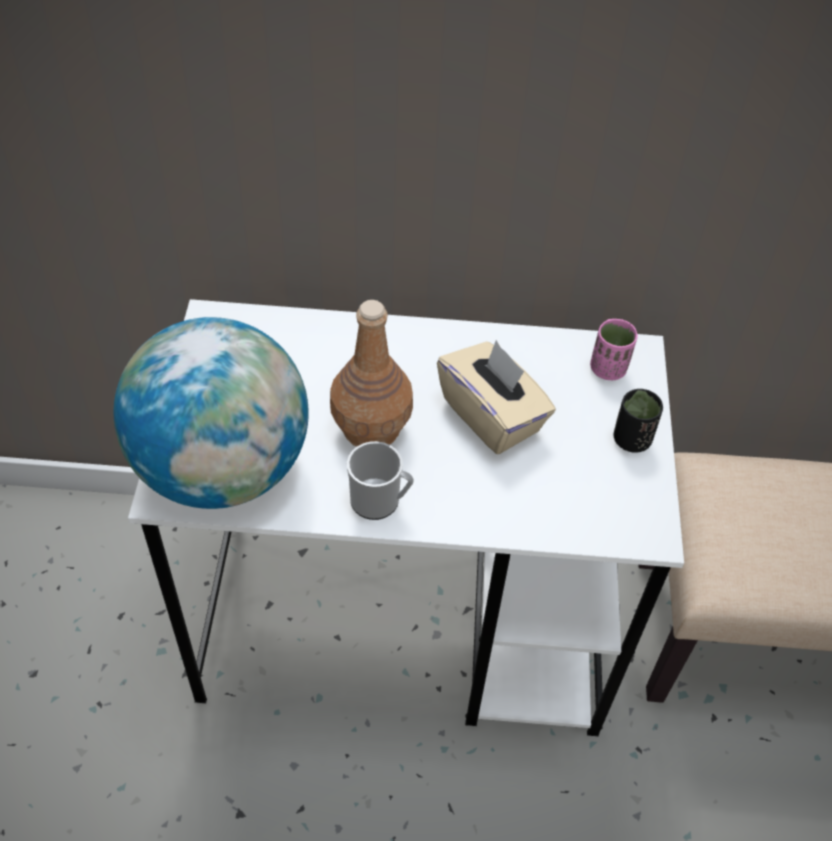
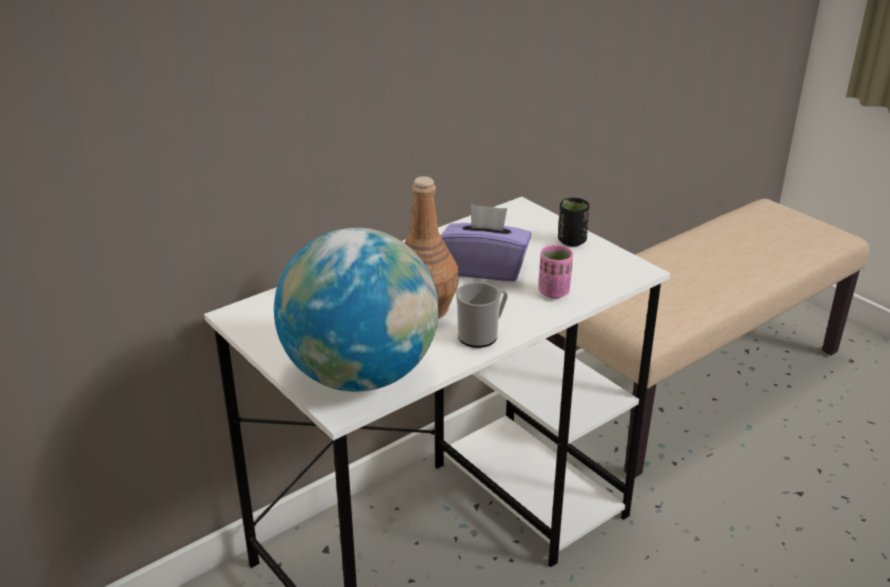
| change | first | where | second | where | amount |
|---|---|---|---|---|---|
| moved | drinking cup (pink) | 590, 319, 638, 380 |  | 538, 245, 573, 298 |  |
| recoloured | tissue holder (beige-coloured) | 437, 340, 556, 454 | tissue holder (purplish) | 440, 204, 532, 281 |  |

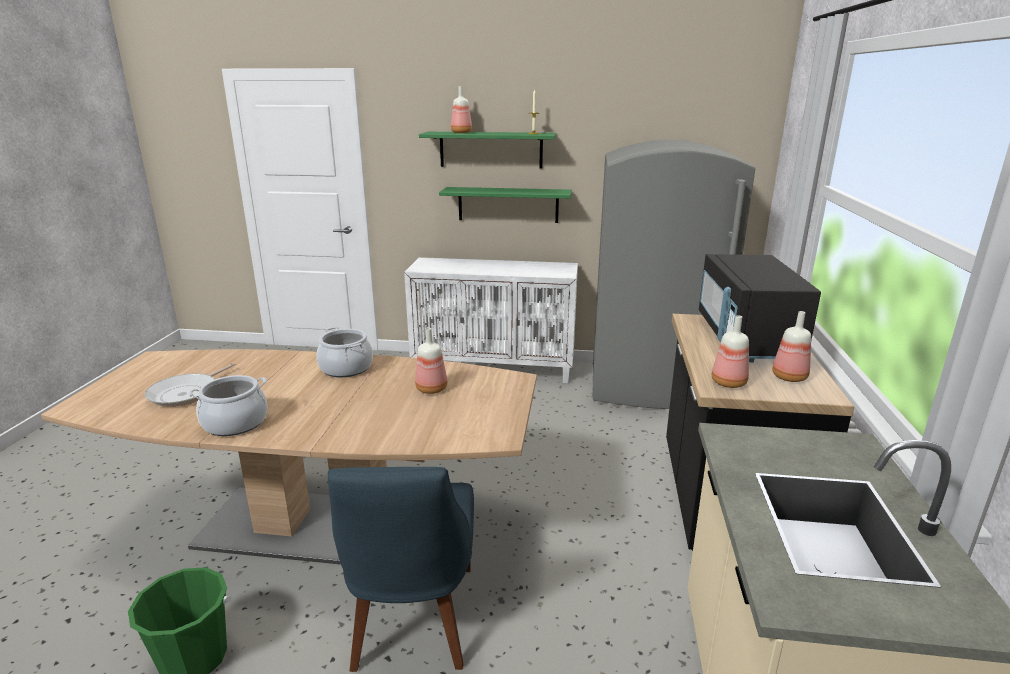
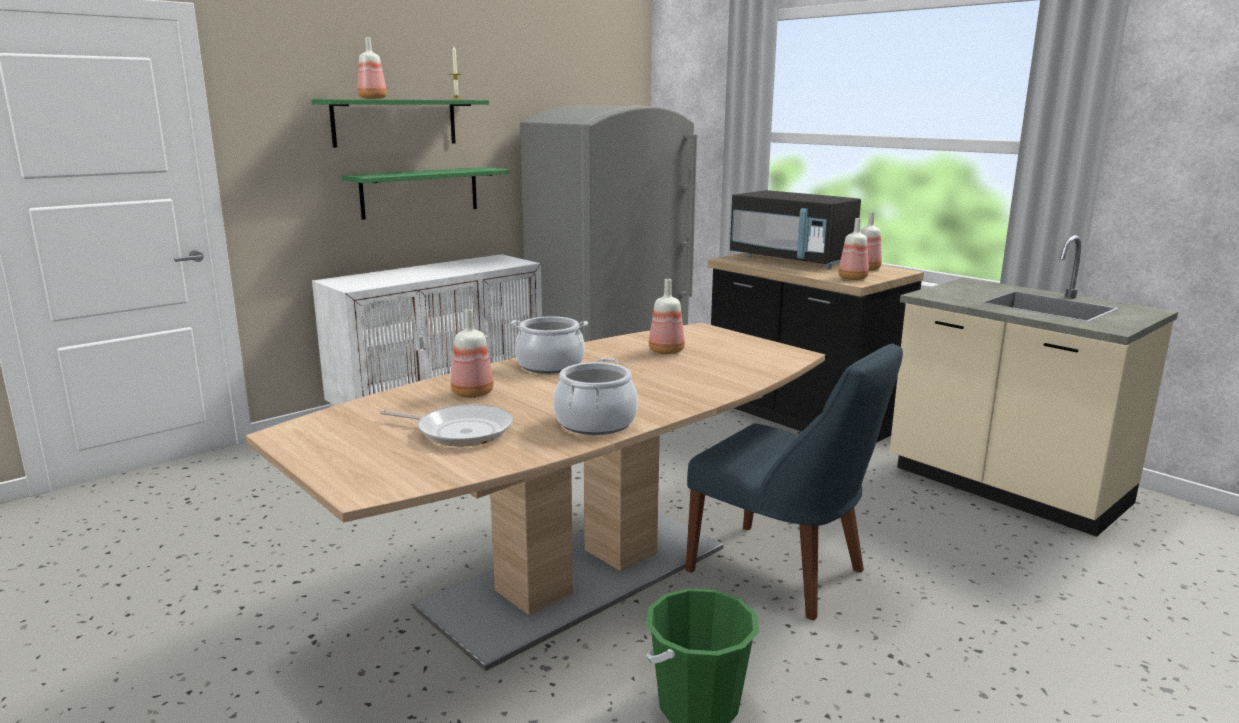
| change | first | where | second | where | amount |
|---|---|---|---|---|---|
| turned | frying pan | 145, 363, 236, 407 |  | 380, 404, 513, 446 | 45 degrees counterclockwise |
| added |  |  | drink bottle | 451, 309, 493, 398 |  |

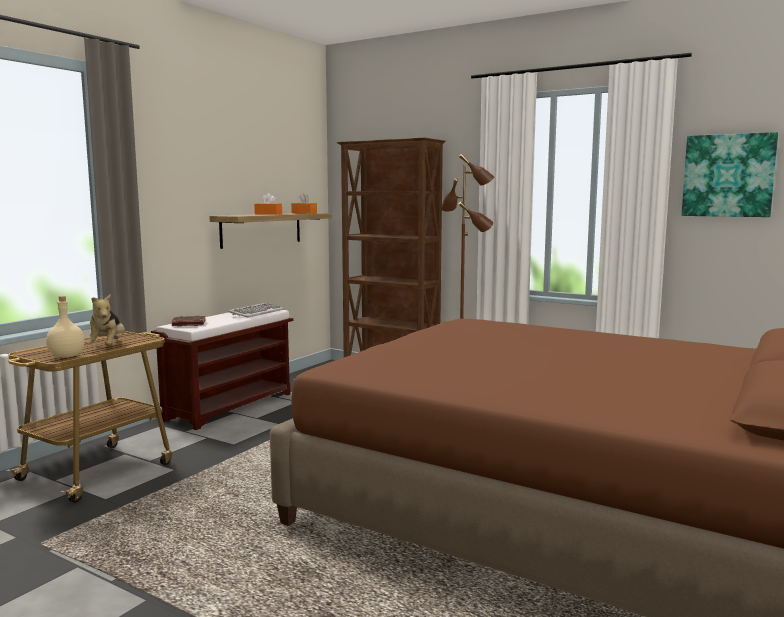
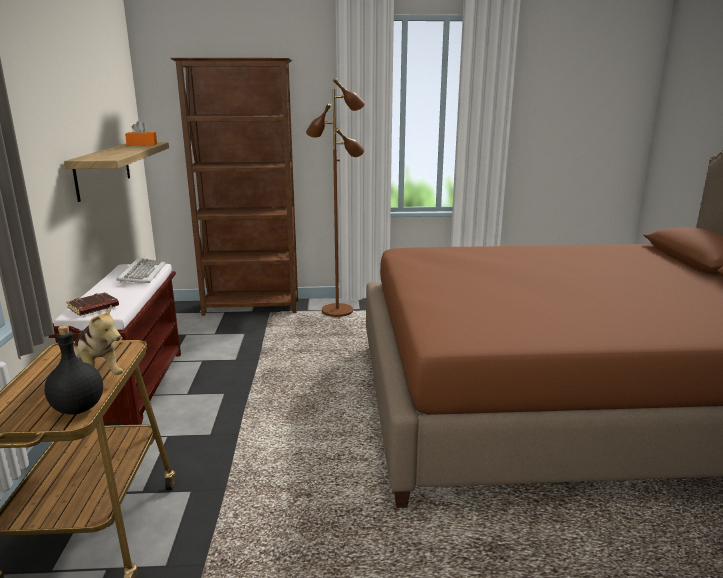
| change | first | where | second | where | amount |
|---|---|---|---|---|---|
| removed | picture | 682, 132, 778, 217 |  |  |  |
| removed | tissue holder (orange-coloured) | 254, 193, 282, 215 |  |  |  |
| recoloured | drink bottle (beige-coloured) | 46, 296, 85, 358 | drink bottle (black) | 44, 325, 103, 415 |  |

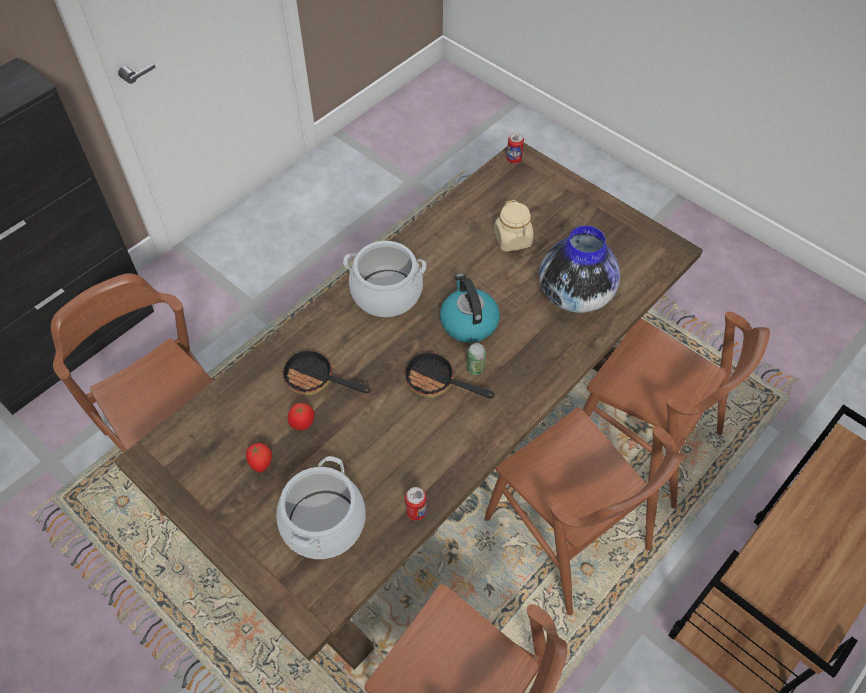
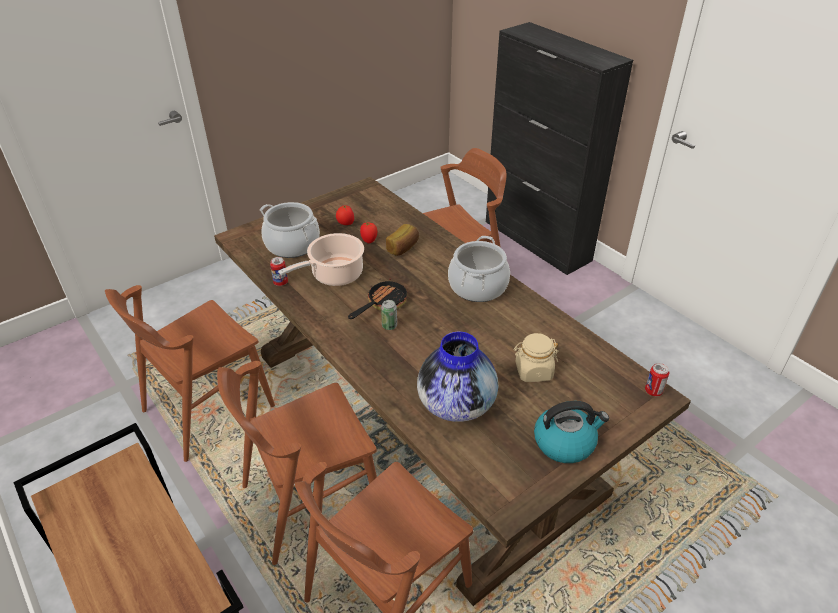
| change | first | where | second | where | amount |
|---|---|---|---|---|---|
| moved | tea kettle | 440, 273, 500, 343 |  | 534, 401, 609, 463 |  |
| replaced | frying pan | 280, 349, 371, 395 | bread | 386, 224, 419, 256 |  |
| added |  |  | cooking pot | 278, 233, 364, 286 |  |

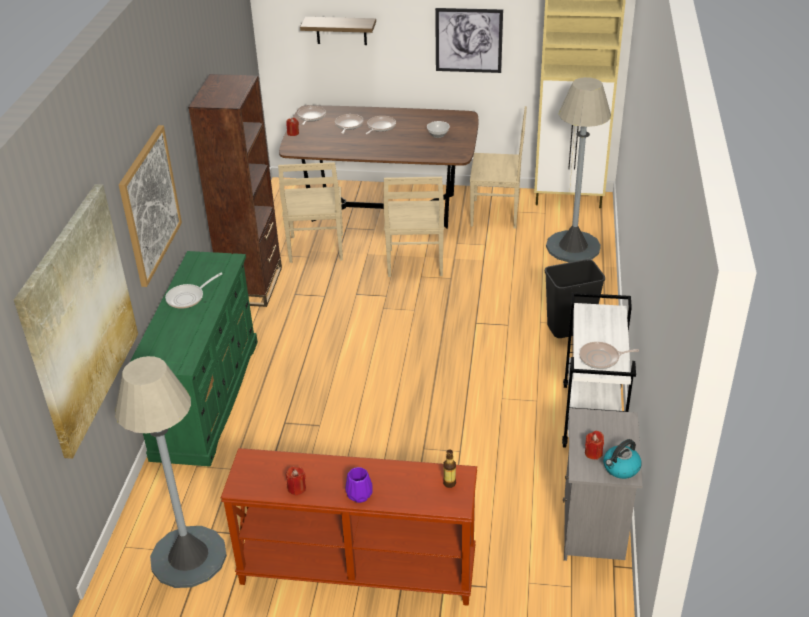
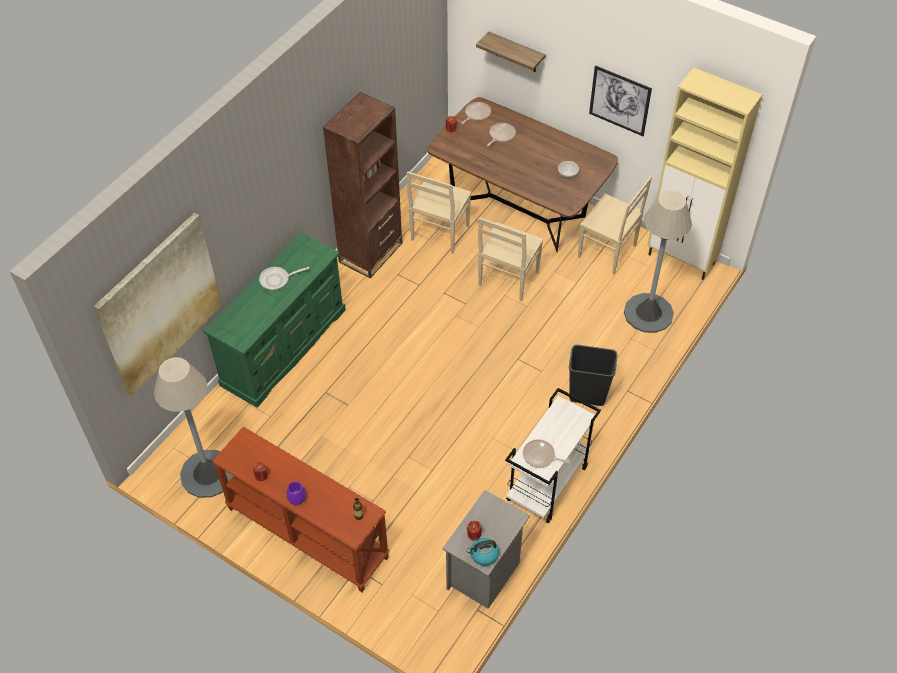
| change | first | where | second | where | amount |
|---|---|---|---|---|---|
| removed | frying pan | 366, 116, 396, 134 |  |  |  |
| removed | picture | 119, 125, 182, 287 |  |  |  |

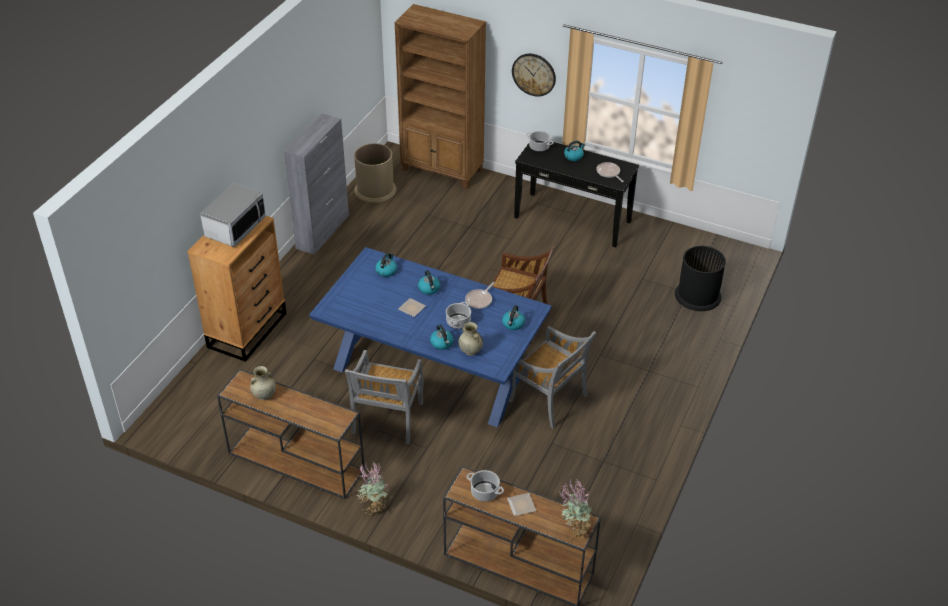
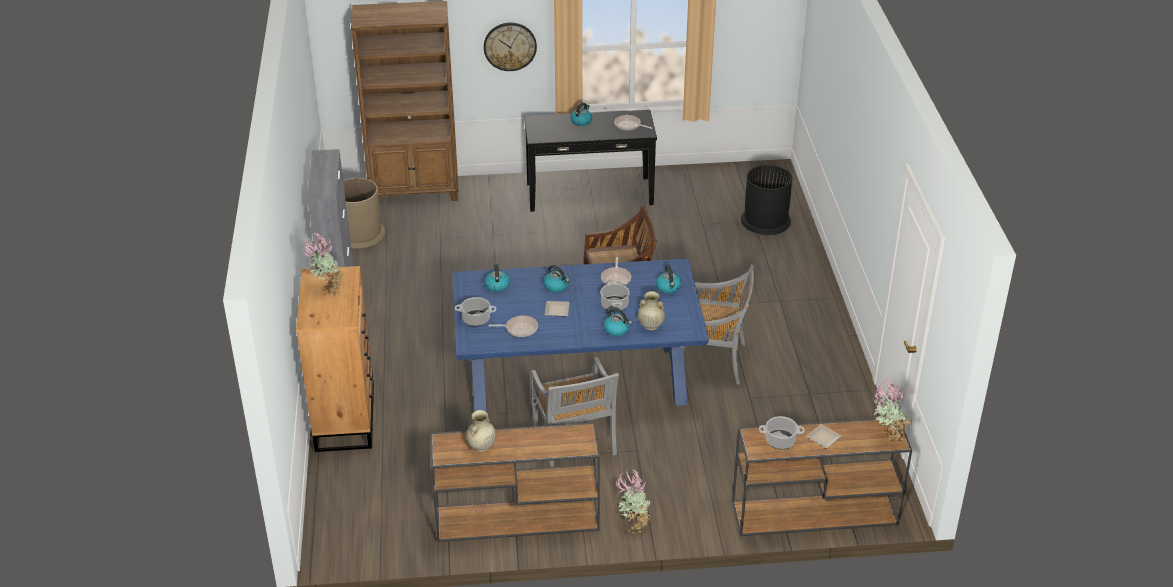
| change | first | where | second | where | amount |
|---|---|---|---|---|---|
| moved | cooking pot | 526, 131, 553, 152 |  | 455, 297, 497, 326 |  |
| replaced | kitchen microwave | 200, 183, 266, 247 | houseplant | 302, 233, 345, 296 |  |
| added |  |  | frying pan | 488, 315, 538, 337 |  |

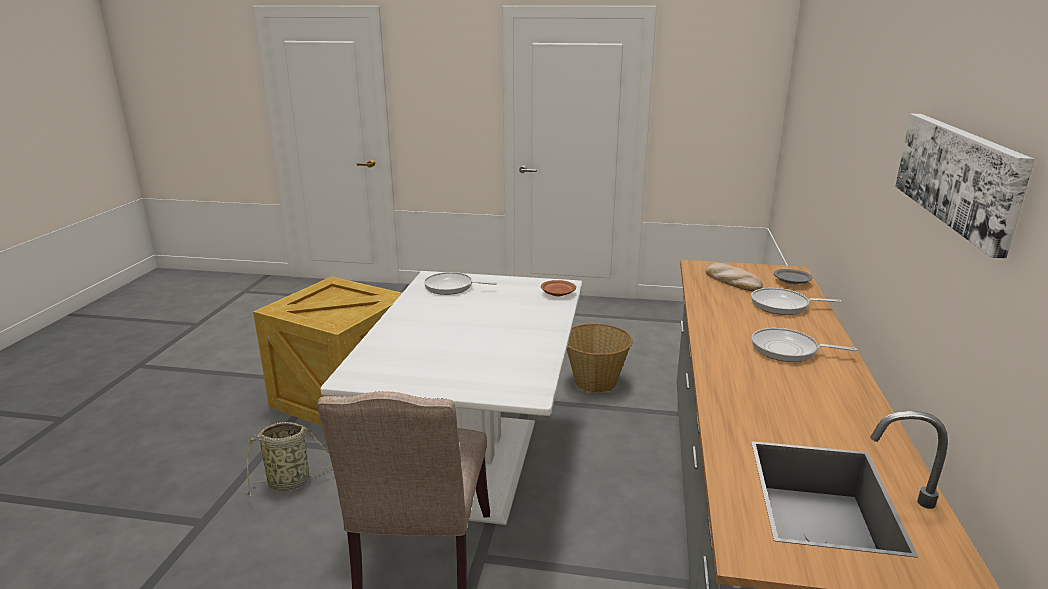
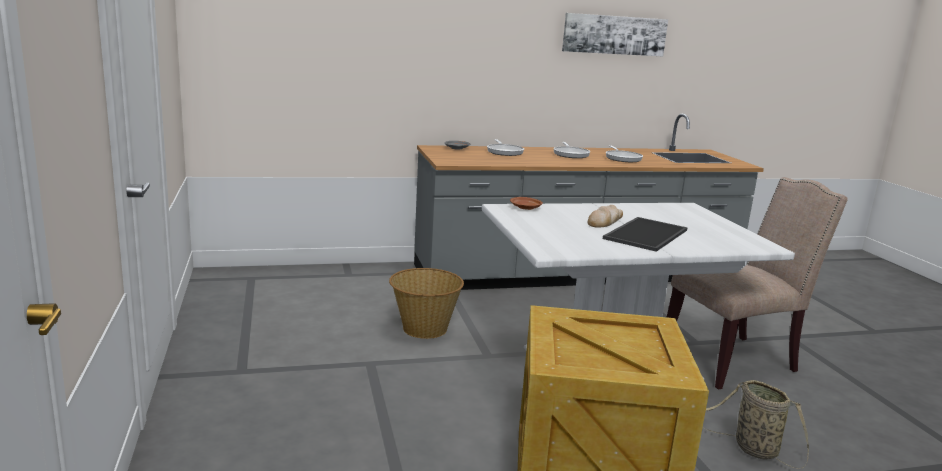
| change | first | where | second | where | amount |
|---|---|---|---|---|---|
| moved | bread | 705, 263, 763, 291 |  | 587, 205, 623, 227 |  |
| moved | frying pan | 424, 272, 497, 295 |  | 606, 145, 643, 162 |  |
| added |  |  | serving tray | 603, 217, 688, 252 |  |

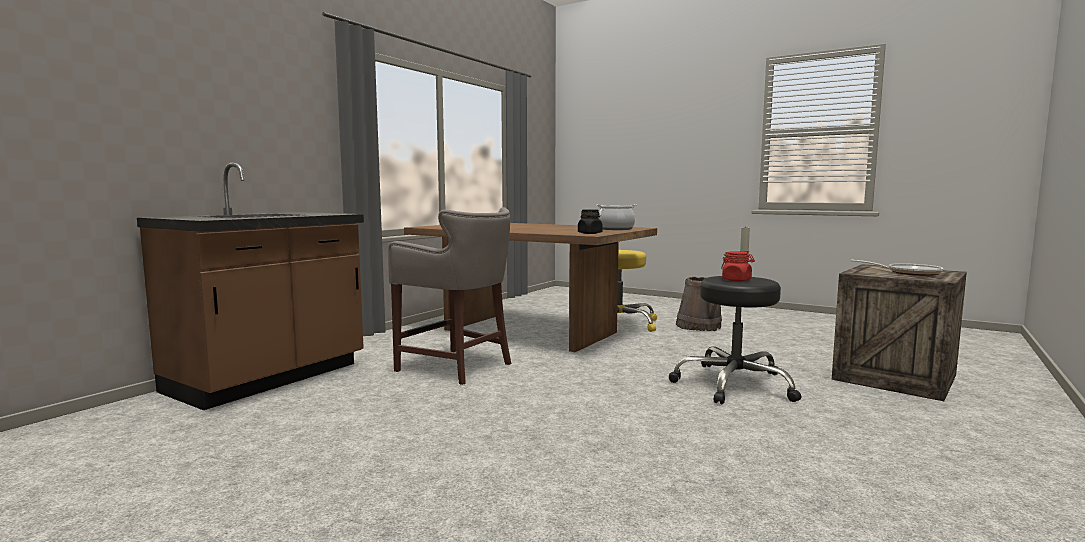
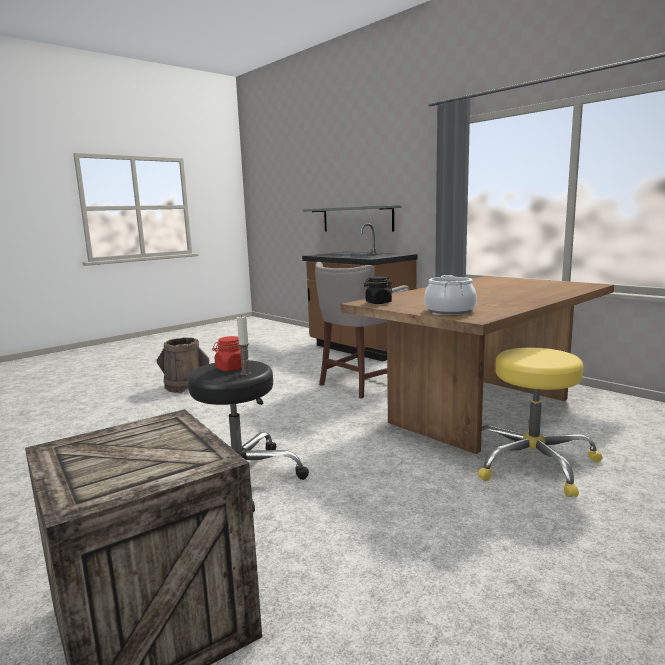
| change | first | where | second | where | amount |
|---|---|---|---|---|---|
| removed | frying pan | 851, 259, 943, 276 |  |  |  |
| moved | pail (brownish) | 676, 277, 722, 331 |  | 156, 337, 209, 393 |  |
| added |  |  | wall shelf (grey) | 303, 205, 401, 232 |  |

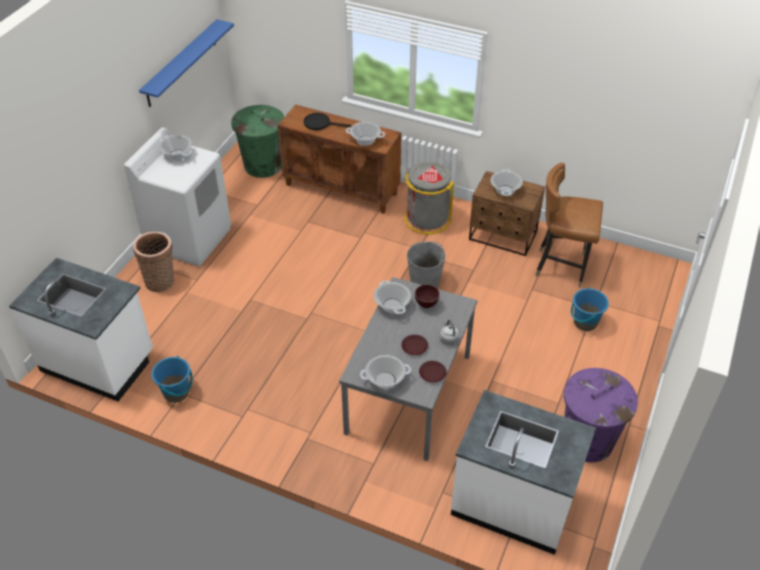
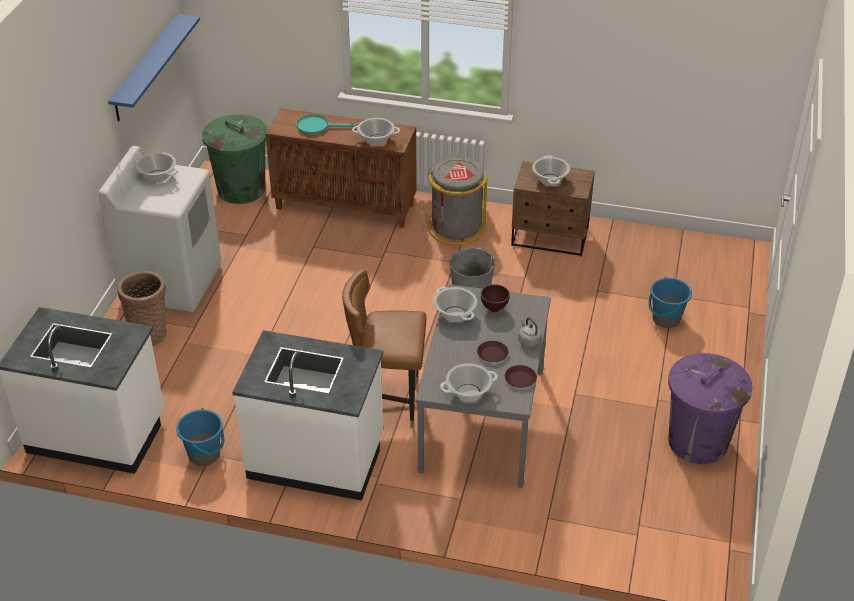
| change | first | where | second | where | amount |
|---|---|---|---|---|---|
| recoloured | frying pan (black) | 304, 113, 352, 130 | frying pan (turquoise) | 297, 115, 356, 135 |  |
| moved | chair (brownish) | 535, 163, 603, 288 |  | 342, 269, 427, 428 |  |
| moved | counter (white) | 451, 390, 596, 555 |  | 232, 330, 383, 501 |  |

